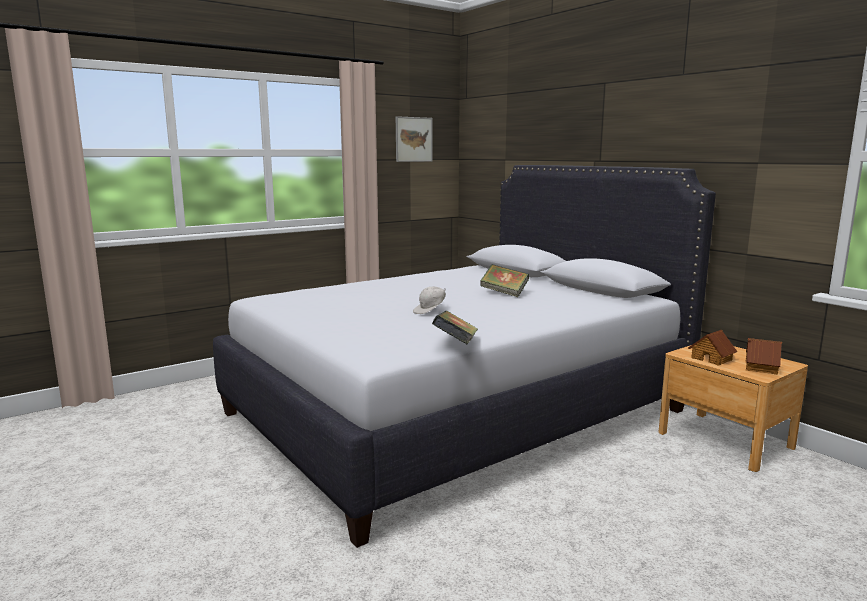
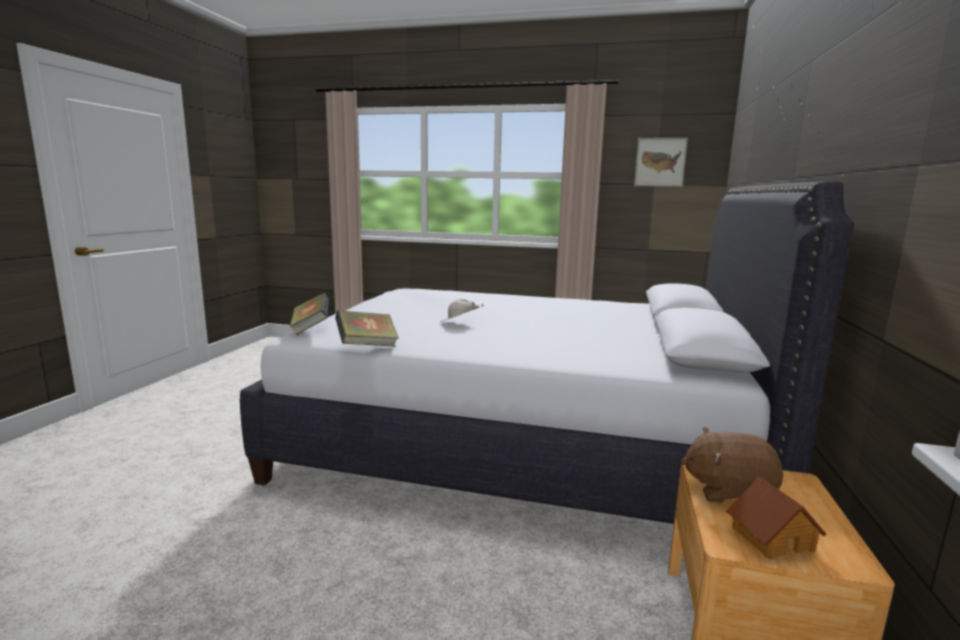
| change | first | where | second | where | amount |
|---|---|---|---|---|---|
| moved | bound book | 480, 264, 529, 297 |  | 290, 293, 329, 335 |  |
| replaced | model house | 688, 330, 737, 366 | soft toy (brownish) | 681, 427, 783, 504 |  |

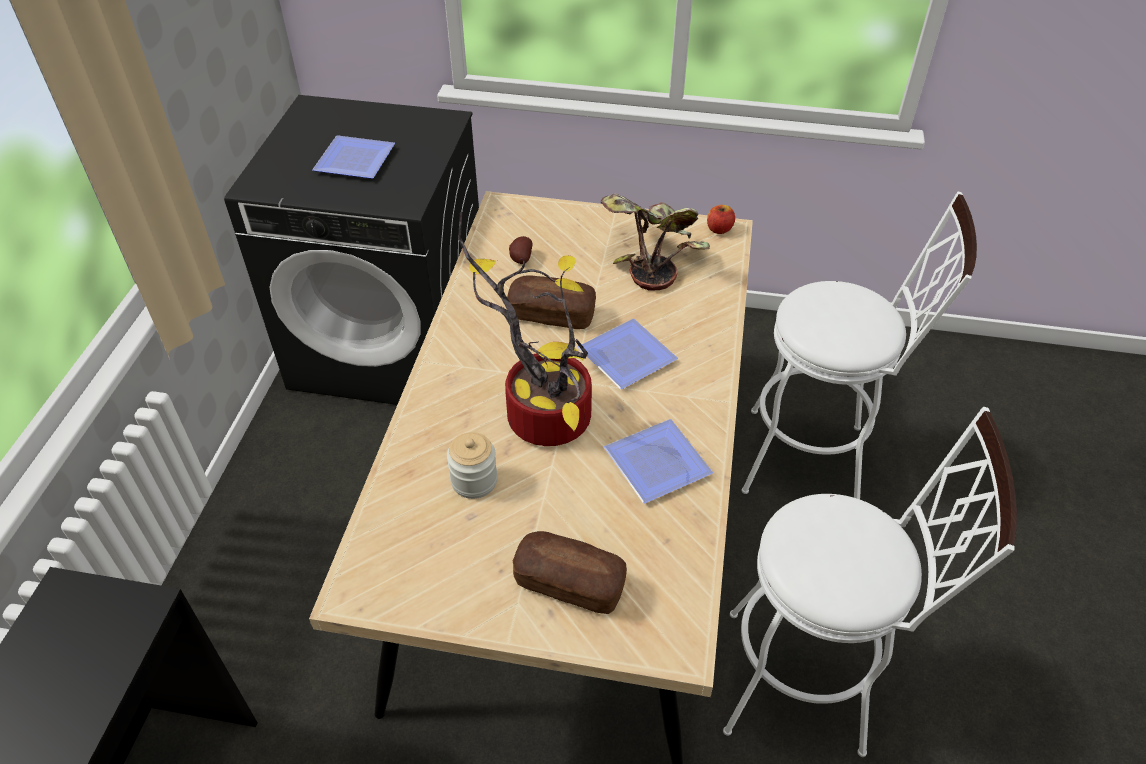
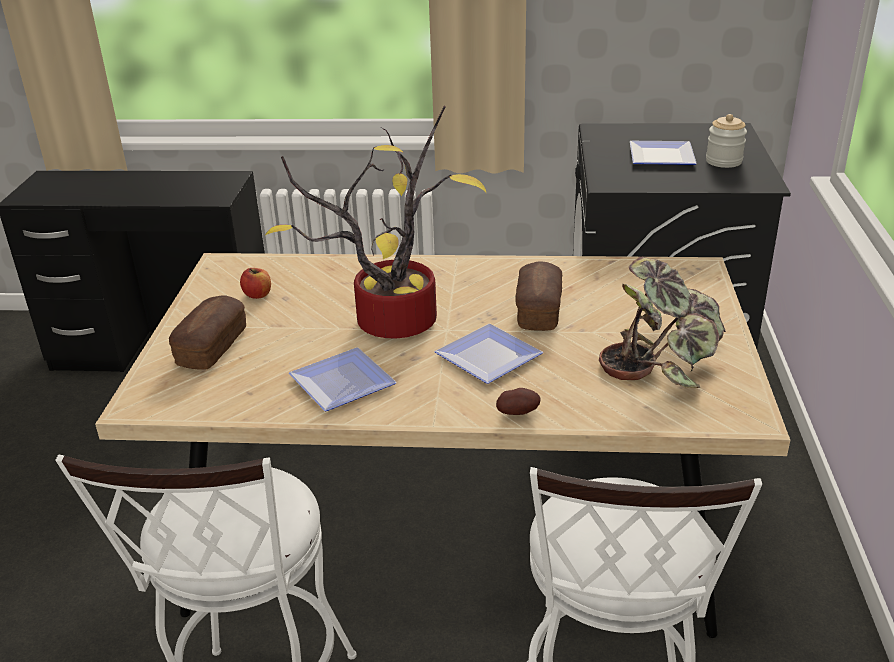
| change | first | where | second | where | amount |
|---|---|---|---|---|---|
| moved | whole apple | 707, 205, 735, 234 |  | 240, 268, 271, 299 |  |
| moved | spud | 509, 236, 532, 264 |  | 496, 388, 541, 415 |  |
| moved | storage jar | 447, 432, 498, 499 |  | 706, 114, 747, 168 |  |

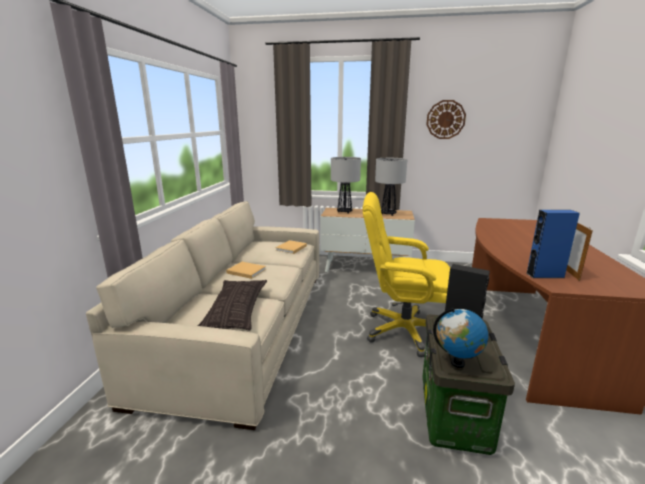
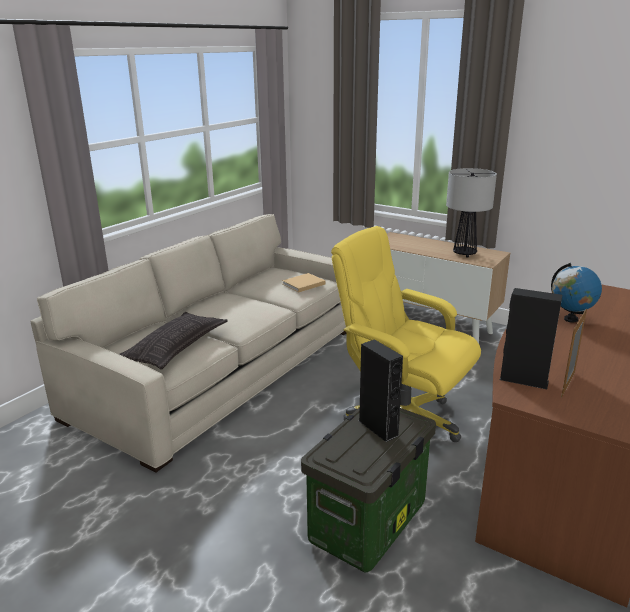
| change | first | where | second | where | amount |
|---|---|---|---|---|---|
| removed | hanging clock | 426, 100, 466, 139 |  |  |  |
| removed | tabletop lamp | 331, 157, 361, 214 |  |  |  |
| recoloured | audio speaker (blue-coloured) | 526, 210, 580, 278 | audio speaker (black) | 500, 288, 562, 389 |  |
| removed | bound book (beige-coloured) | 226, 262, 266, 279 |  |  |  |
| moved | desk globe | 433, 308, 488, 368 |  | 551, 263, 602, 323 |  |

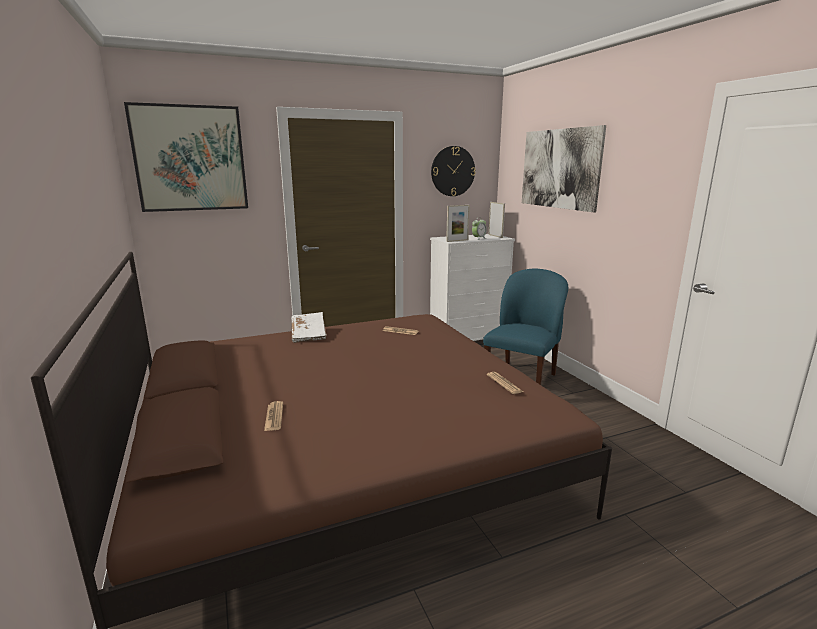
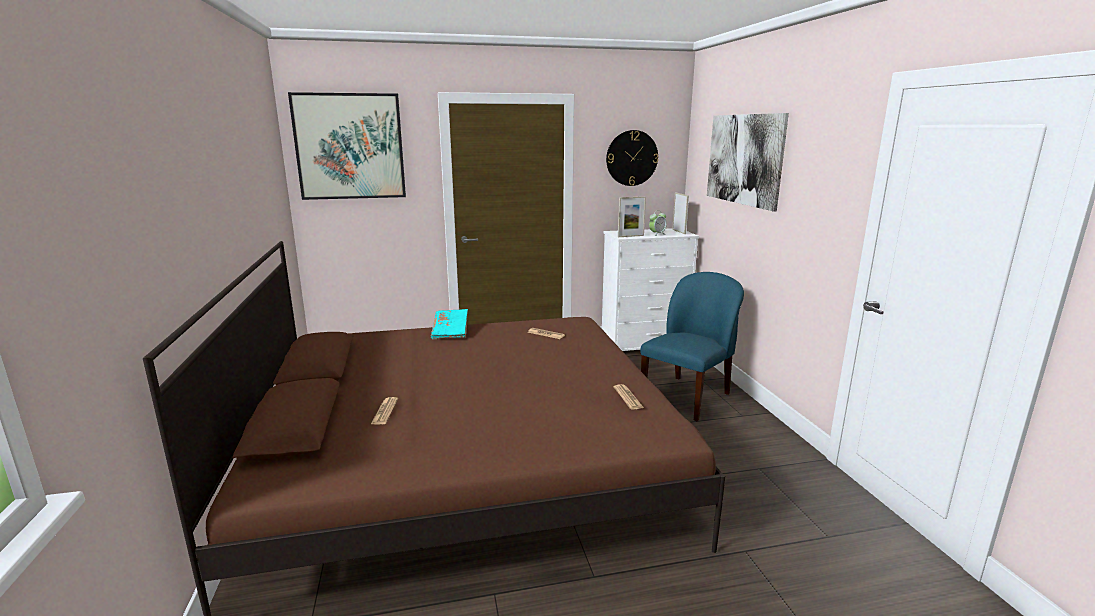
| change | first | where | second | where | amount |
|---|---|---|---|---|---|
| recoloured | bound book (white) | 291, 312, 327, 343 | bound book (turquoise) | 431, 309, 468, 340 |  |

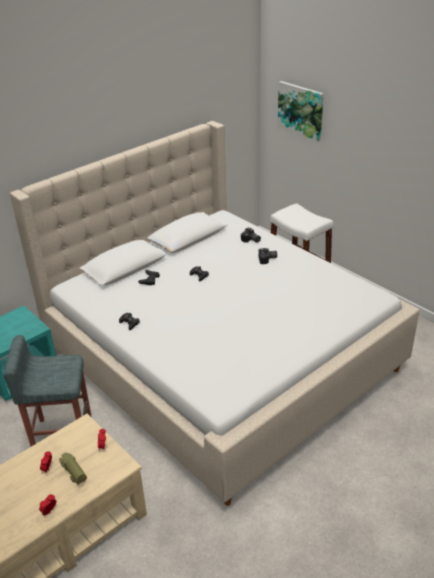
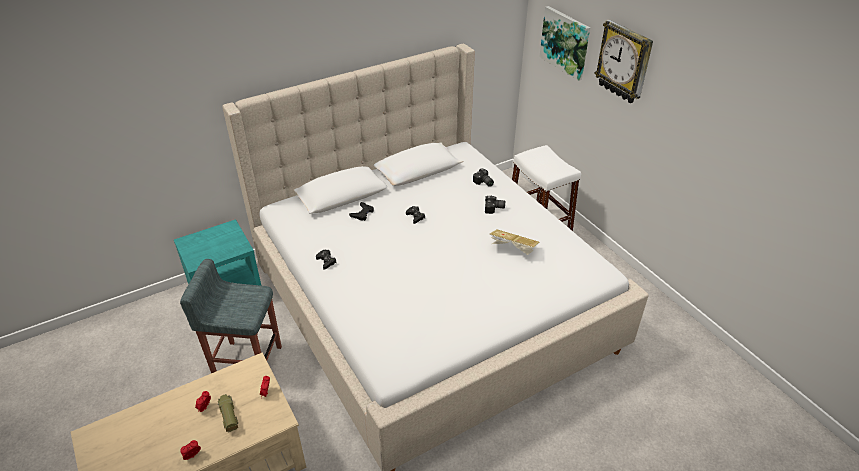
| change | first | where | second | where | amount |
|---|---|---|---|---|---|
| added |  |  | hanging clock | 594, 19, 653, 103 |  |
| added |  |  | bound book | 490, 230, 539, 255 |  |

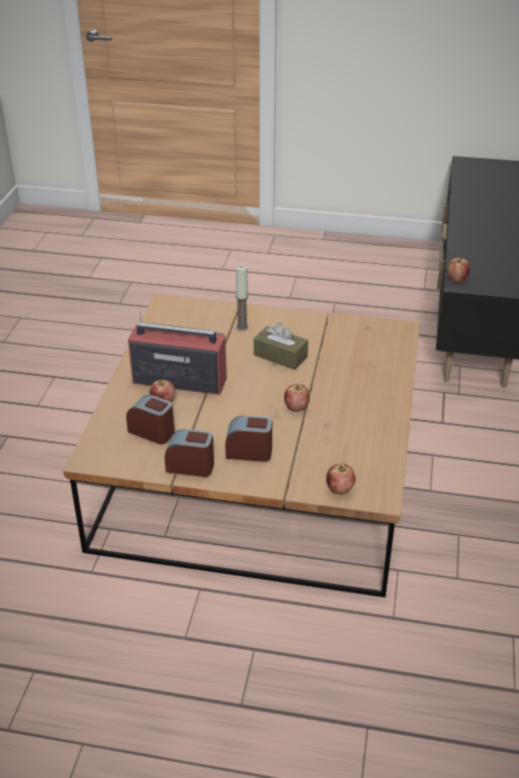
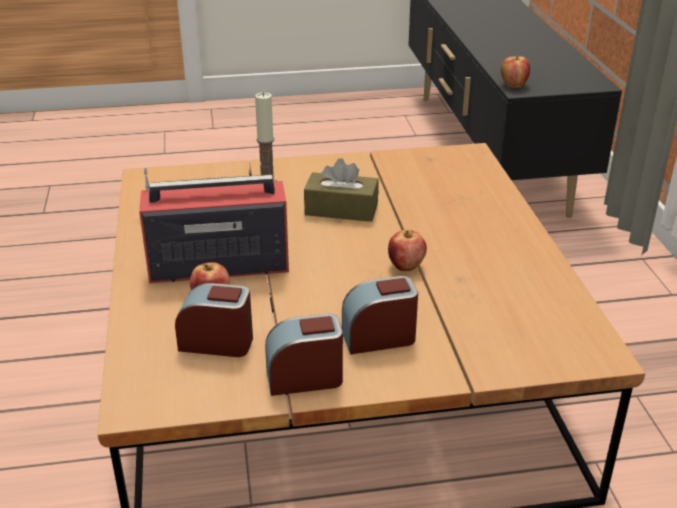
| change | first | where | second | where | amount |
|---|---|---|---|---|---|
| removed | whole apple | 326, 463, 356, 494 |  |  |  |

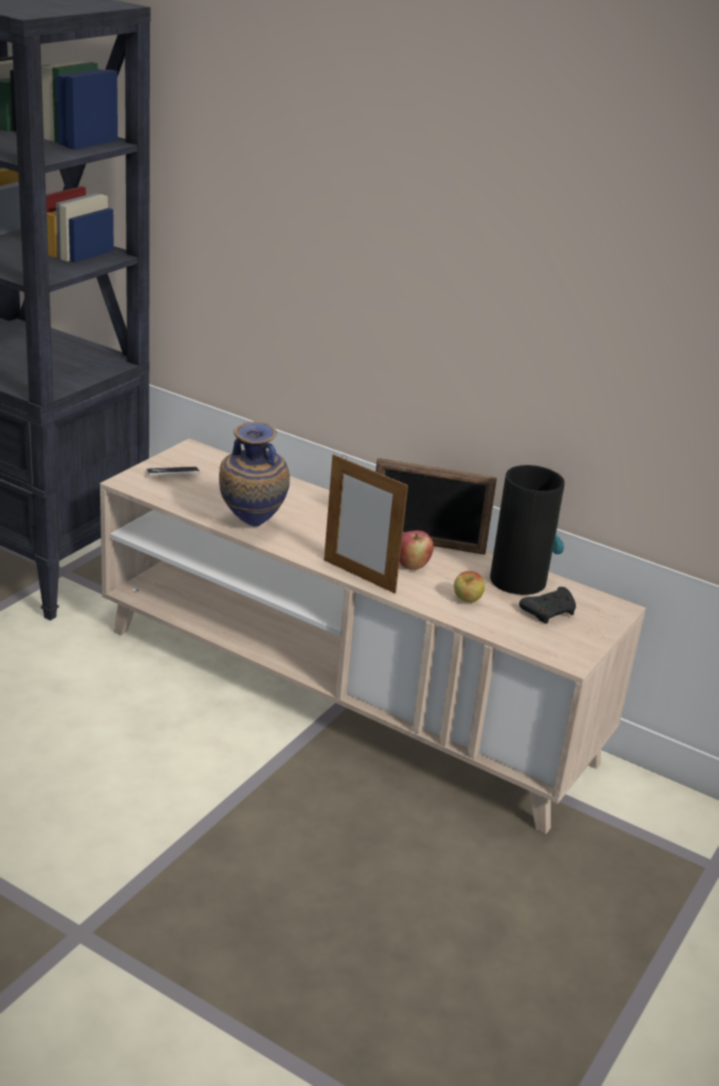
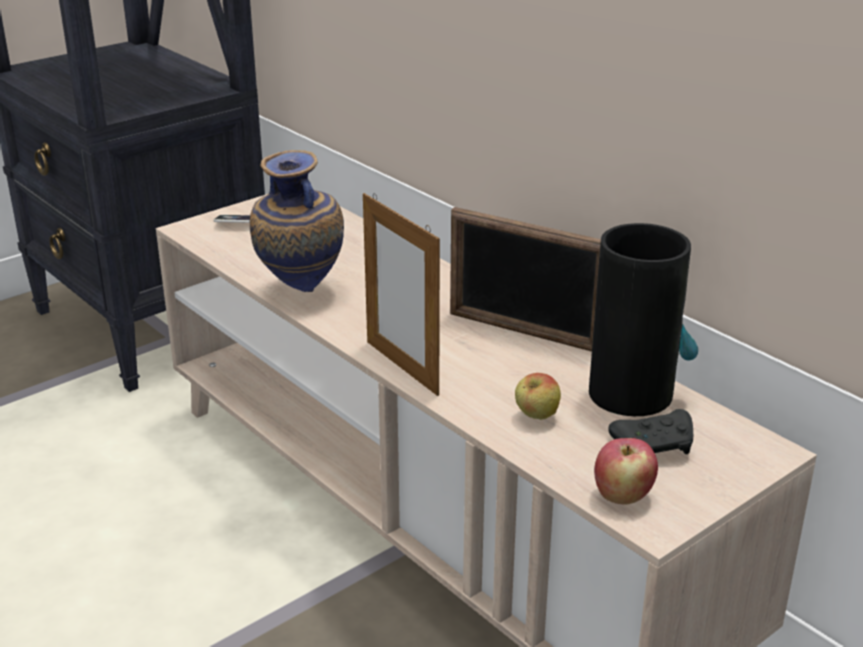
| change | first | where | second | where | amount |
|---|---|---|---|---|---|
| moved | whole apple | 399, 531, 434, 570 |  | 594, 438, 658, 505 |  |

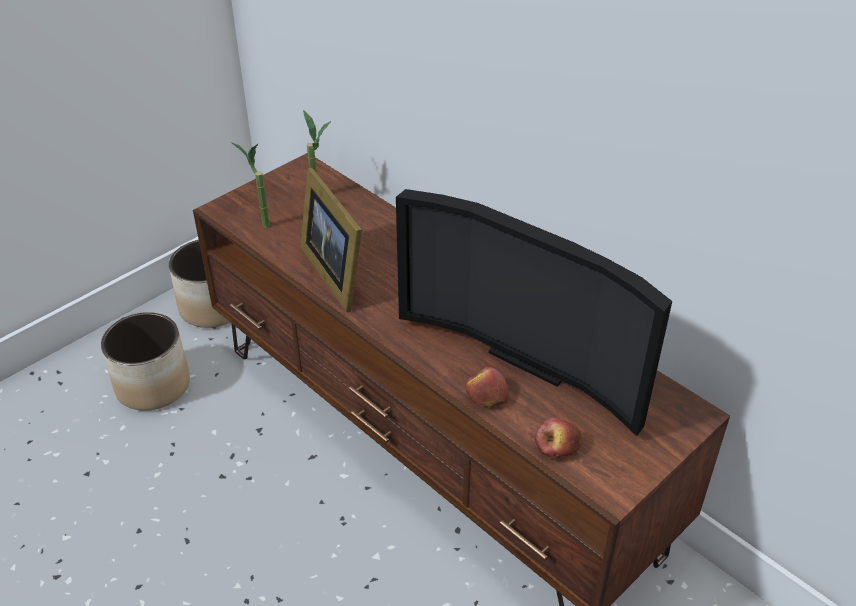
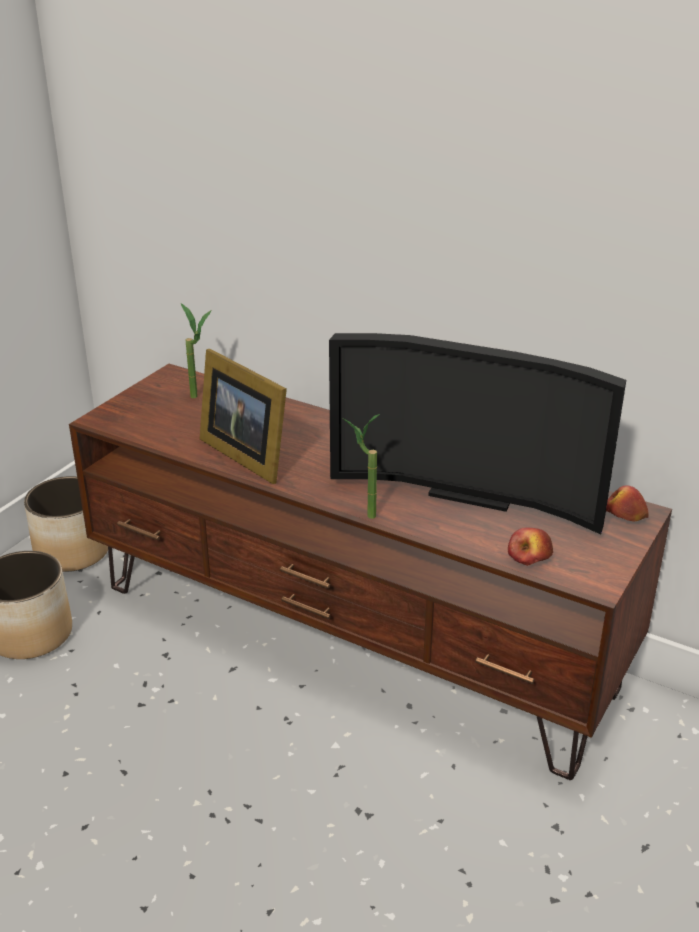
| change | first | where | second | where | amount |
|---|---|---|---|---|---|
| moved | houseplant | 231, 142, 270, 228 |  | 344, 414, 380, 519 |  |
| moved | whole apple | 465, 367, 509, 407 |  | 606, 485, 649, 521 |  |

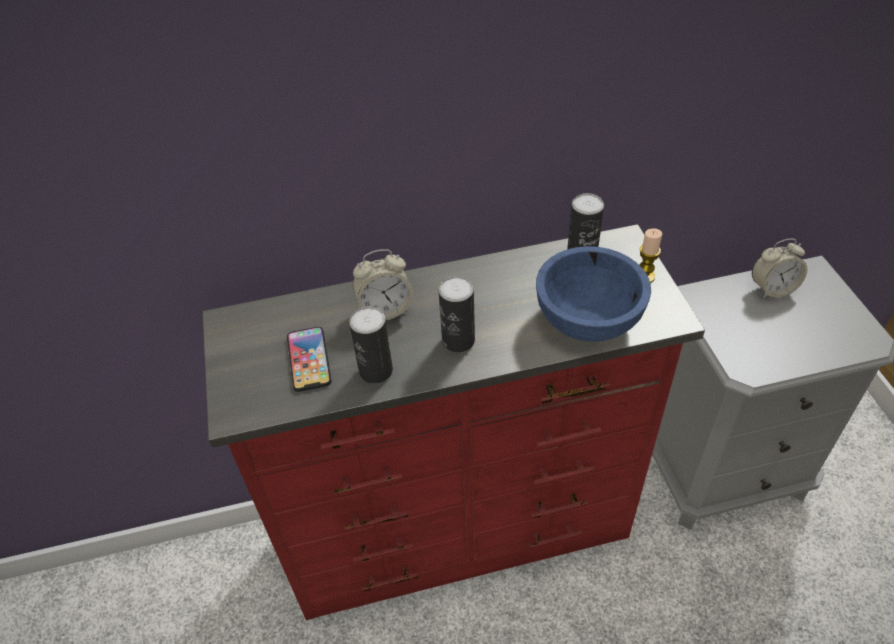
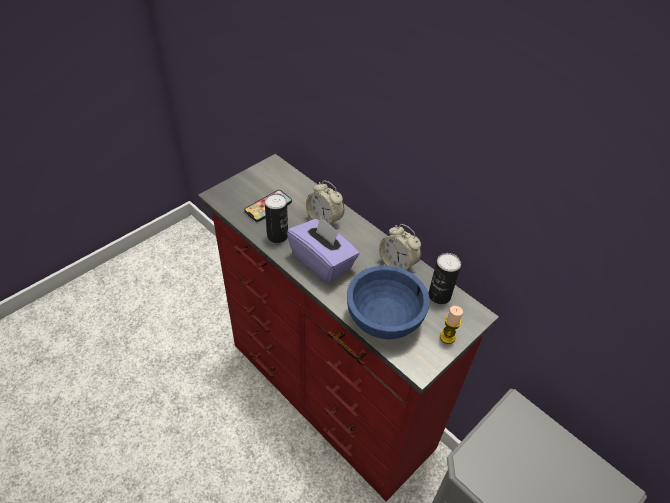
| change | first | where | second | where | amount |
|---|---|---|---|---|---|
| moved | bedside clock | 752, 239, 808, 298 |  | 379, 224, 421, 270 |  |
| replaced | metal can | 439, 276, 475, 352 | tissue holder (purplish) | 287, 215, 360, 283 |  |

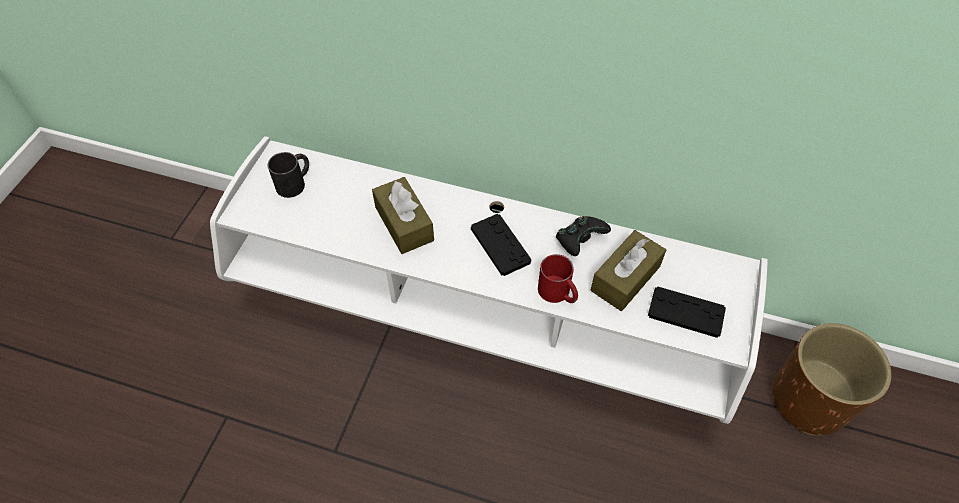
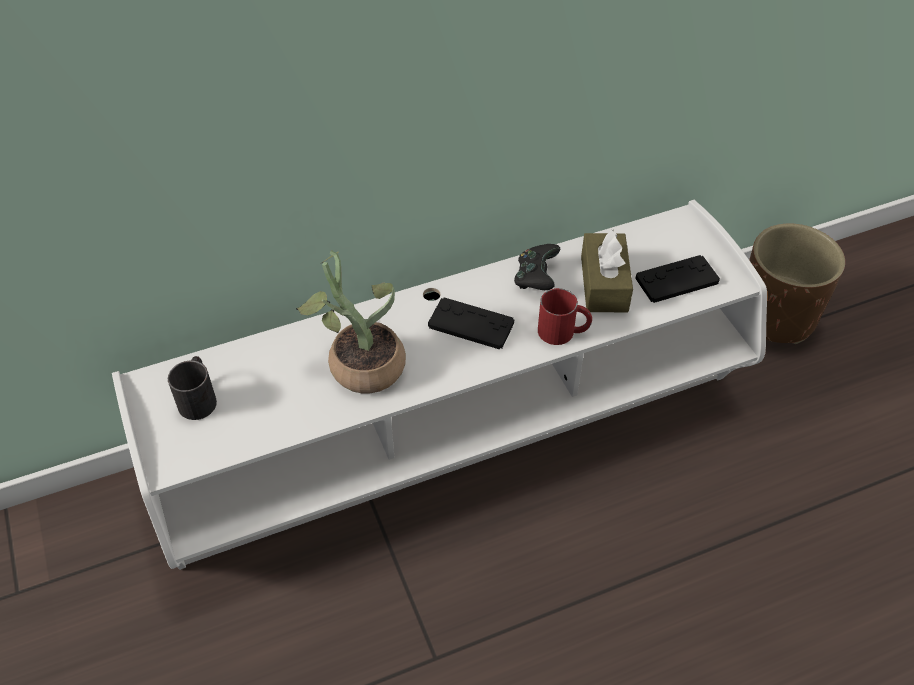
| change | first | where | second | where | amount |
|---|---|---|---|---|---|
| replaced | tissue holder (brownish) | 372, 177, 434, 254 | houseplant | 296, 250, 406, 393 |  |

